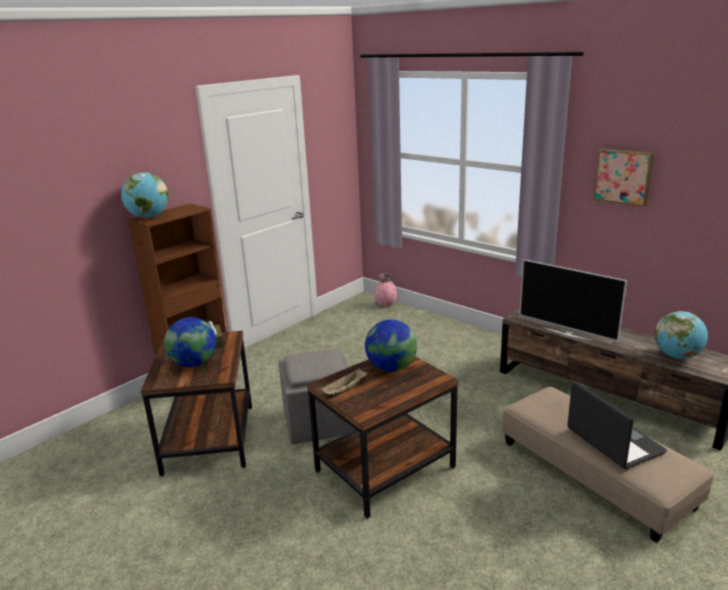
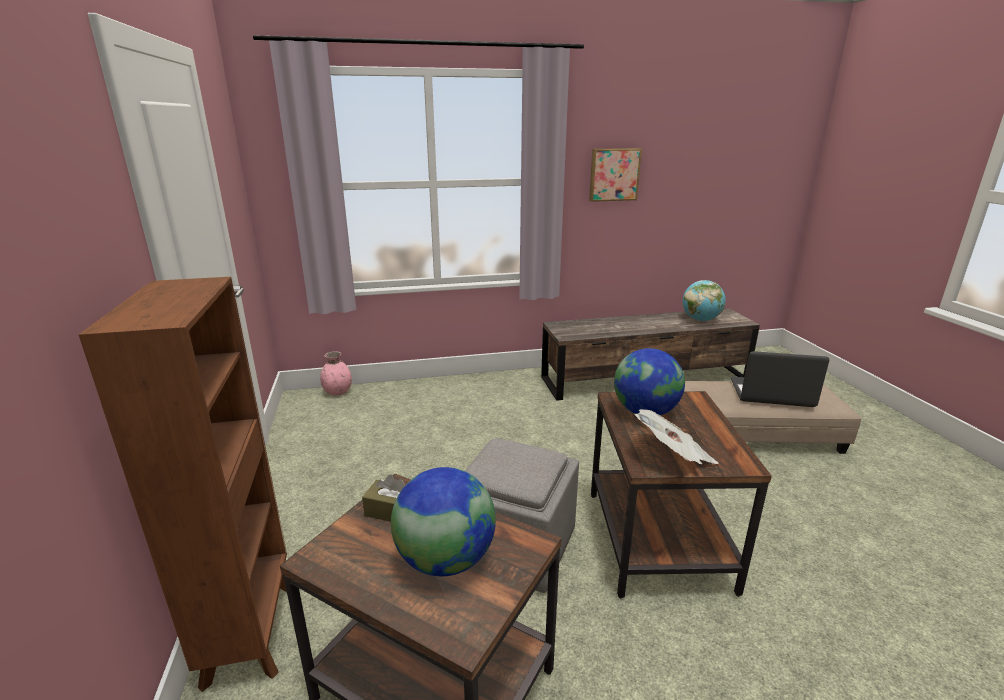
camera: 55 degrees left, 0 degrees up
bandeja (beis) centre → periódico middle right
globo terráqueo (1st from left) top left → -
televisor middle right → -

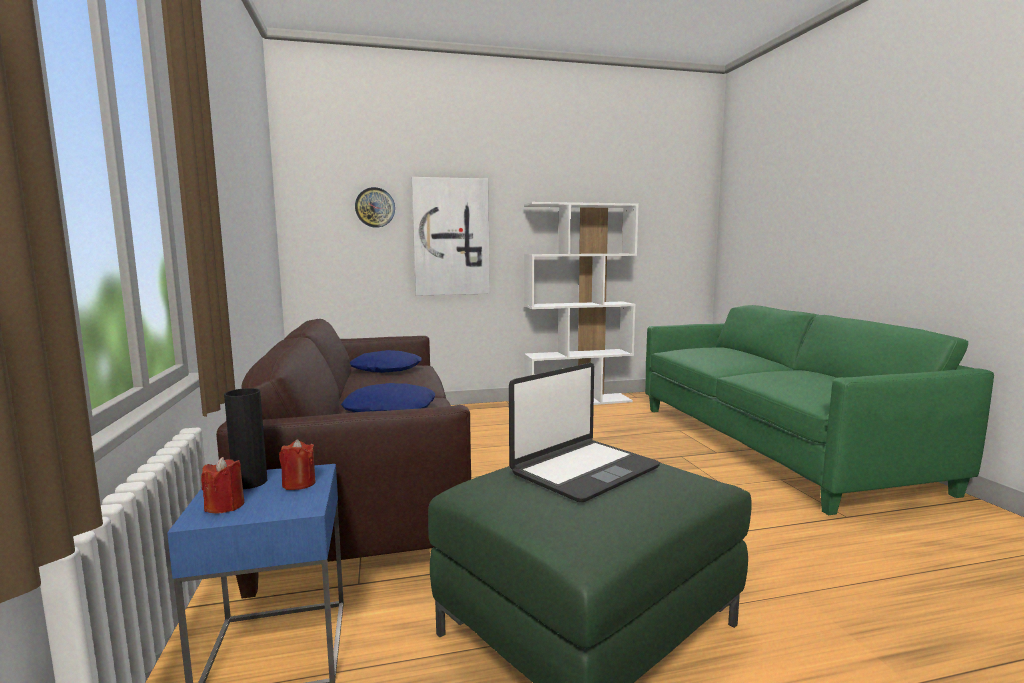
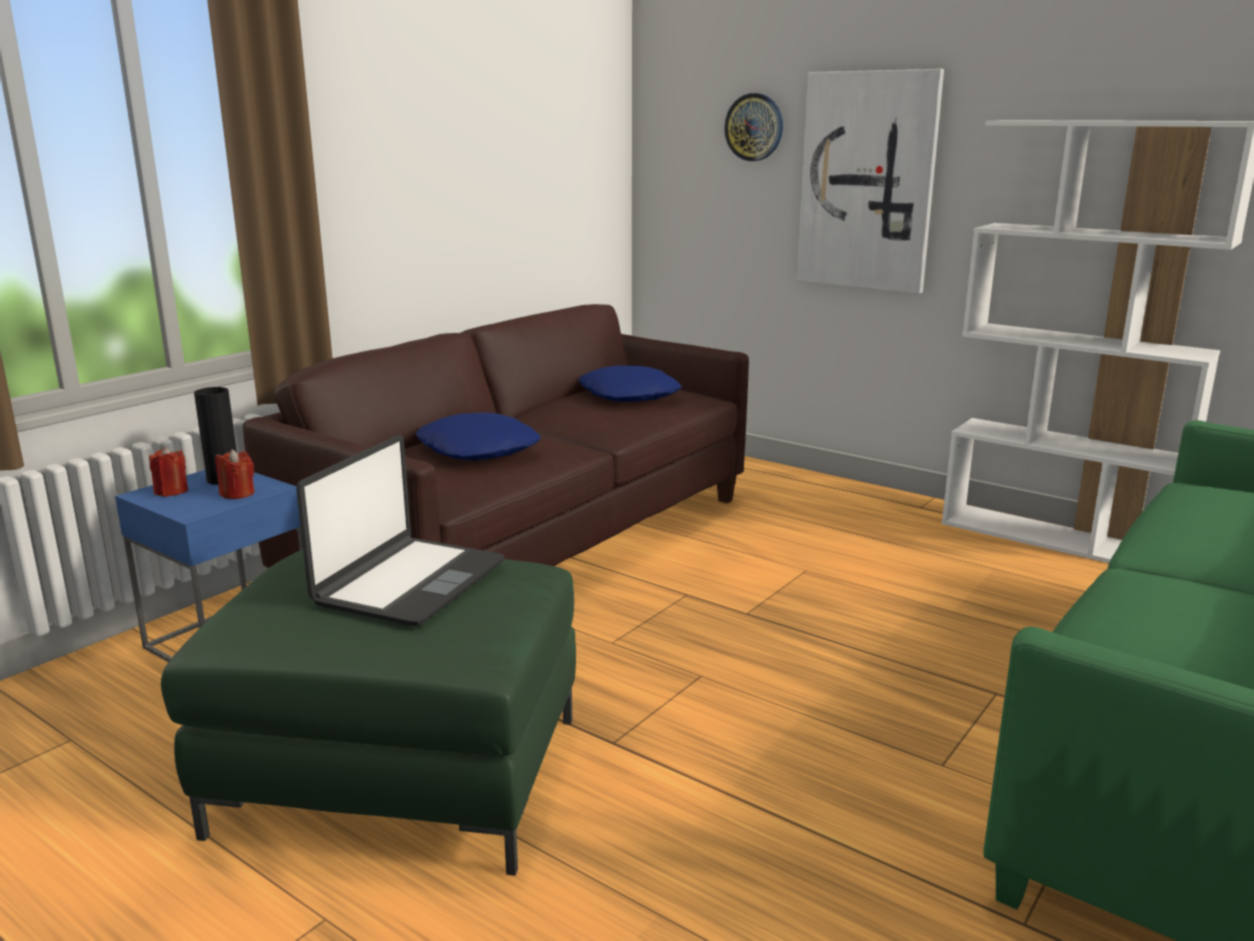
camera: 50 degrees right, 10 degrees up
portátil centre → portátil middle left, 75 degrees counterclockwise

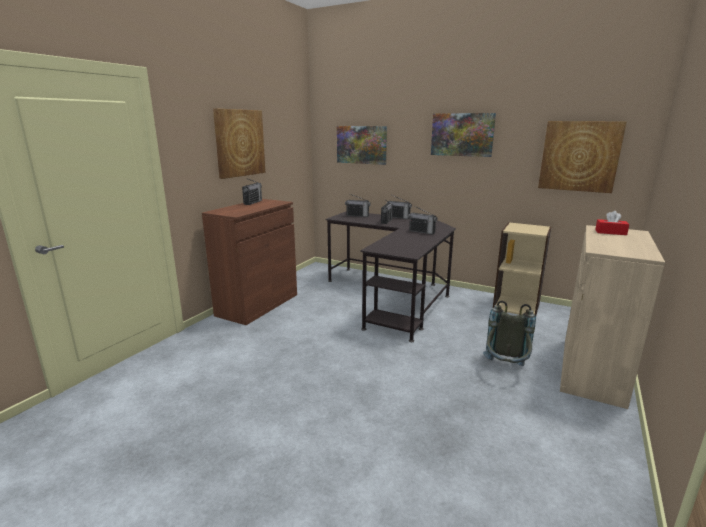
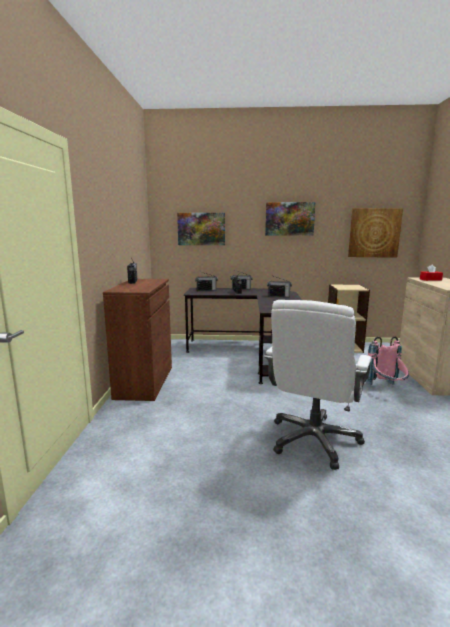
camera: 25 degrees left, 5 degrees down
- → silla de oficina (blanco) middle right
mochila (gris) middle right → mochila (rosa) middle right
cuadro (1st from left) top centre → -

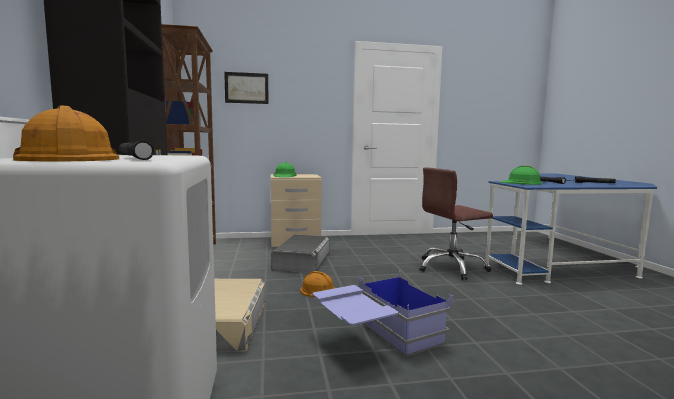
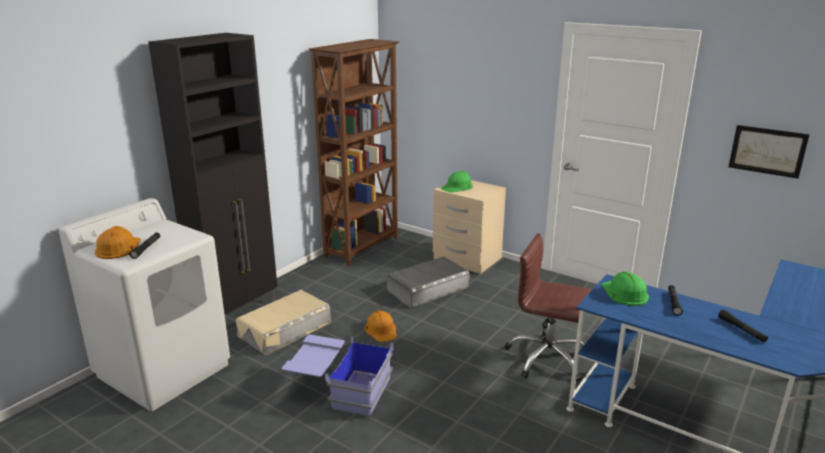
camera: 45 degrees right, 15 degrees up
cuadro top centre → cuadro middle right, move

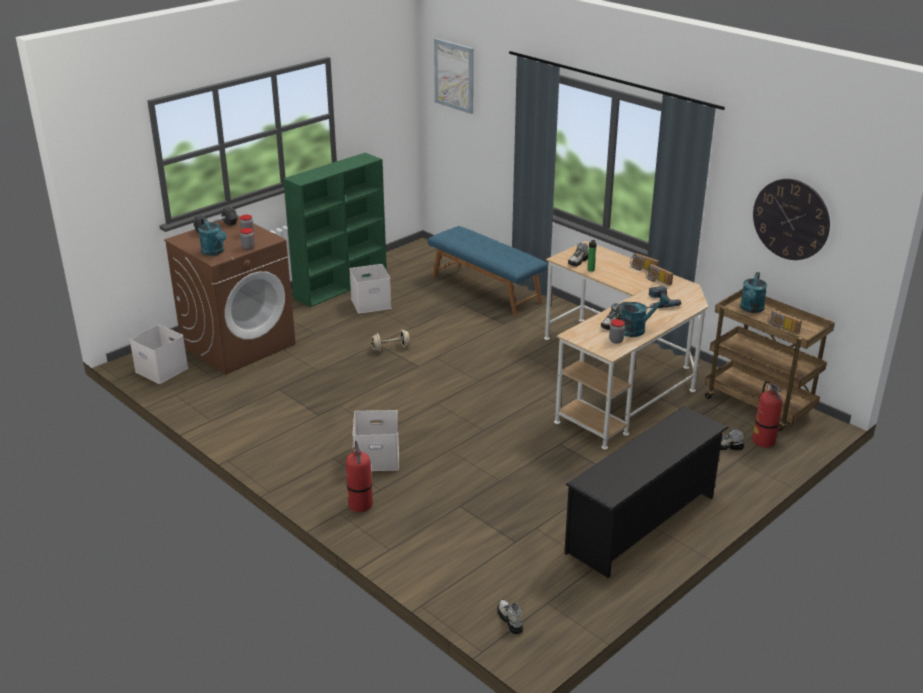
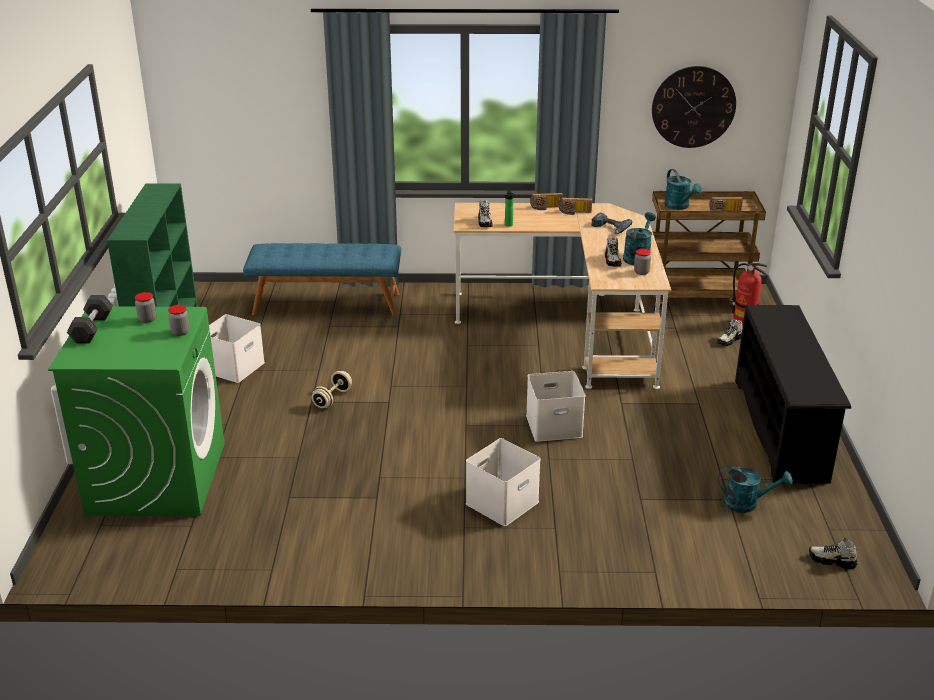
camera: 45 degrees left, 0 degrees up
lavadora (marrón) middle left → lavadora (verde) middle left
caja de almacenaje (blanco) (1st from left in the first image) middle left → caja de almacenaje (blanco) (3rd from left) centre, move
regadera (turquesa) (1st from left in the first image) middle left → regadera (turquesa) (3rd from left) bottom right, move
extintor (1st from left) bottom centre → -
cuadro top centre → -

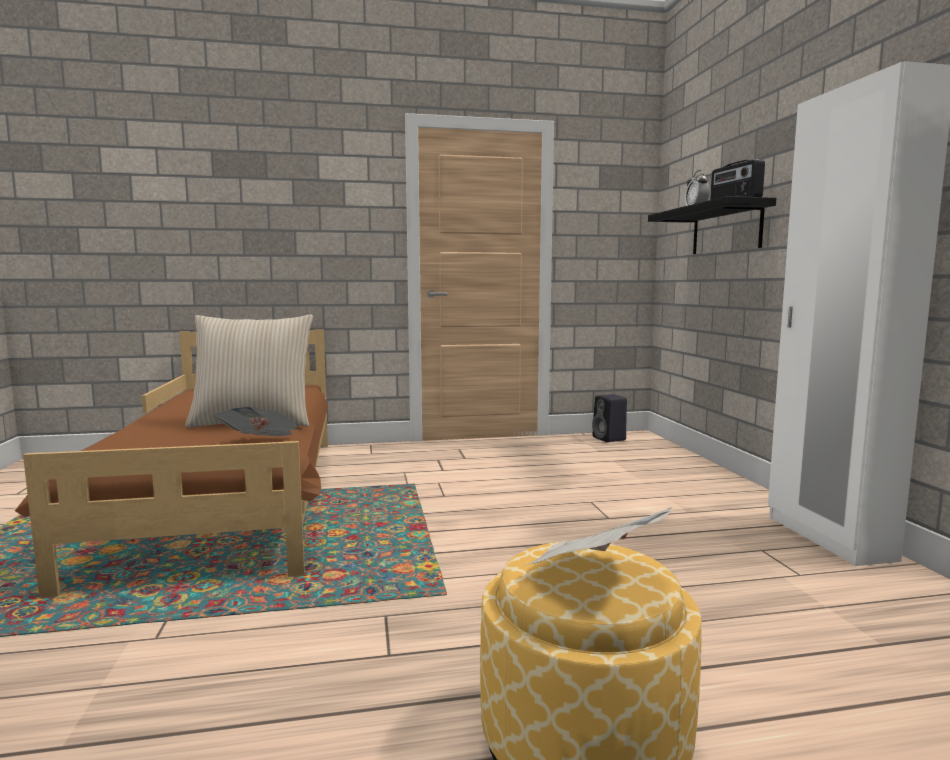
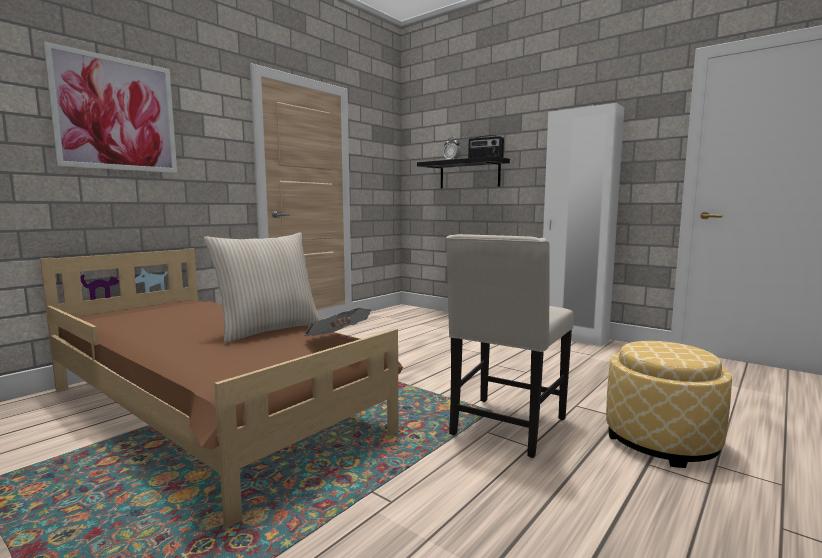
camera: 40 degrees left, 0 degrees up
- → cuadro top left
- → silla (beis) centre
periódico (2nd from left) bottom centre → -
altavoz (negro) centre → -

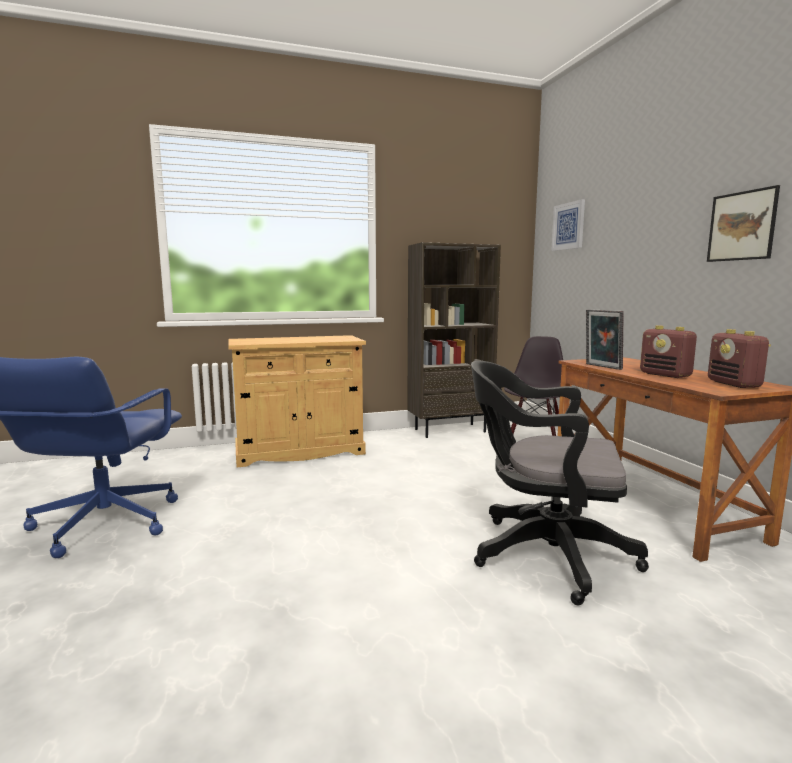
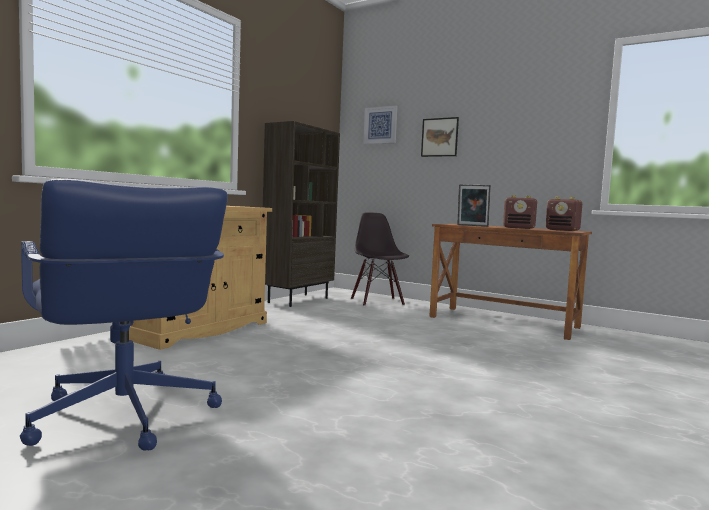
camera: 40 degrees left, 5 degrees down
cuadro (2nd from left) top right → cuadro (2nd from left) top centre, move
silla de oficina (negro) middle right → -

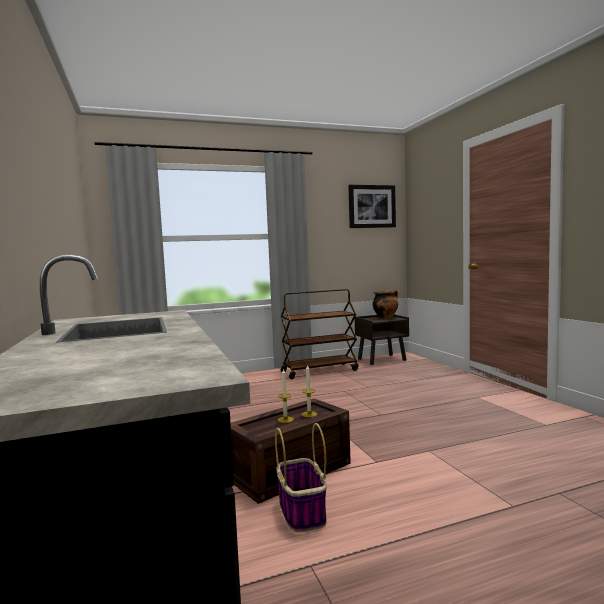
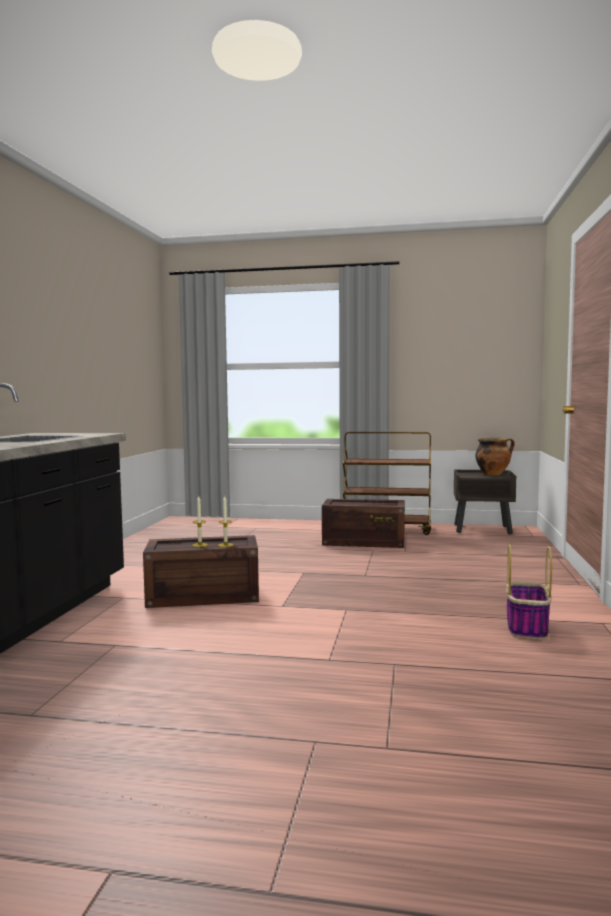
camera: 30 degrees right, 0 degrees up
- → caja de embalaje (2nd from left) centre
cesta bottom centre → cesta middle right, move
cuadro centre → -

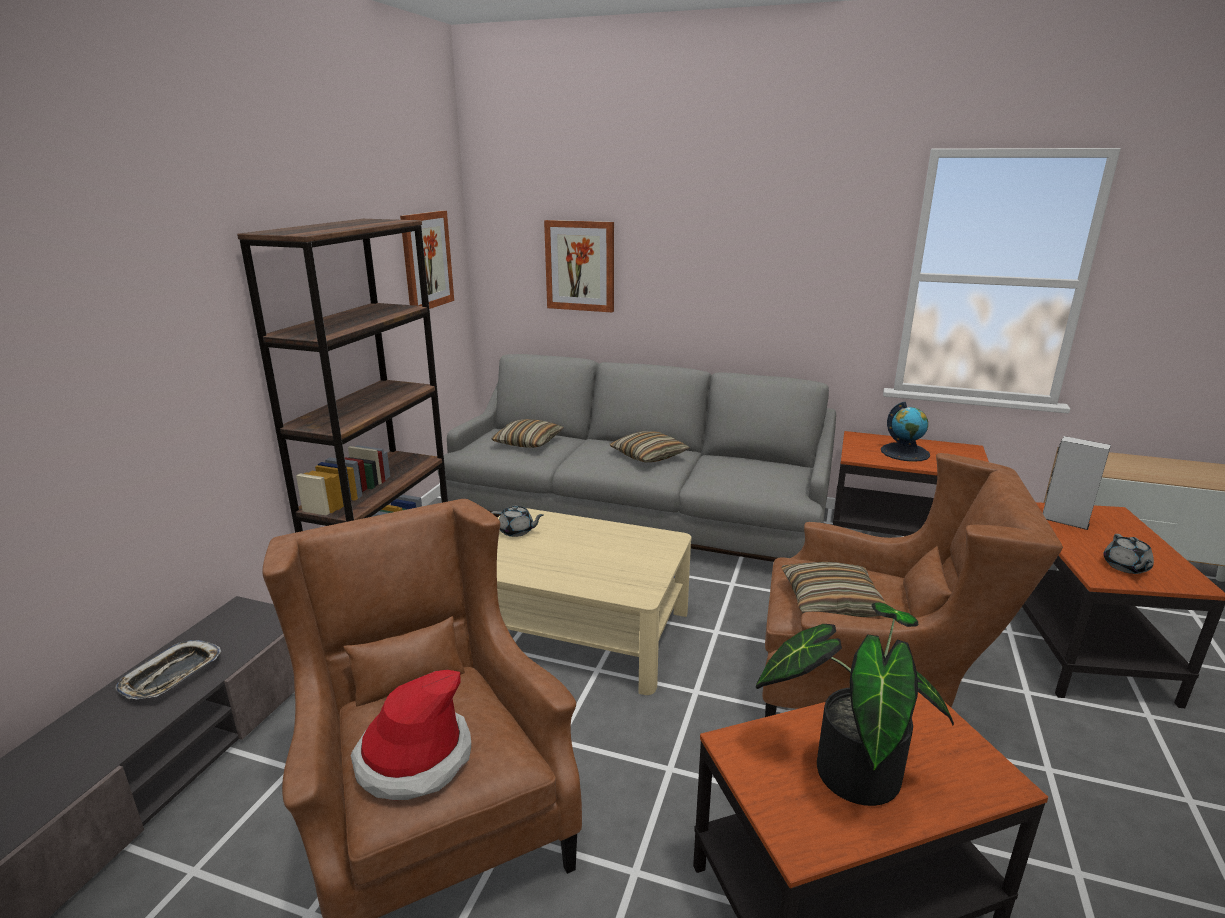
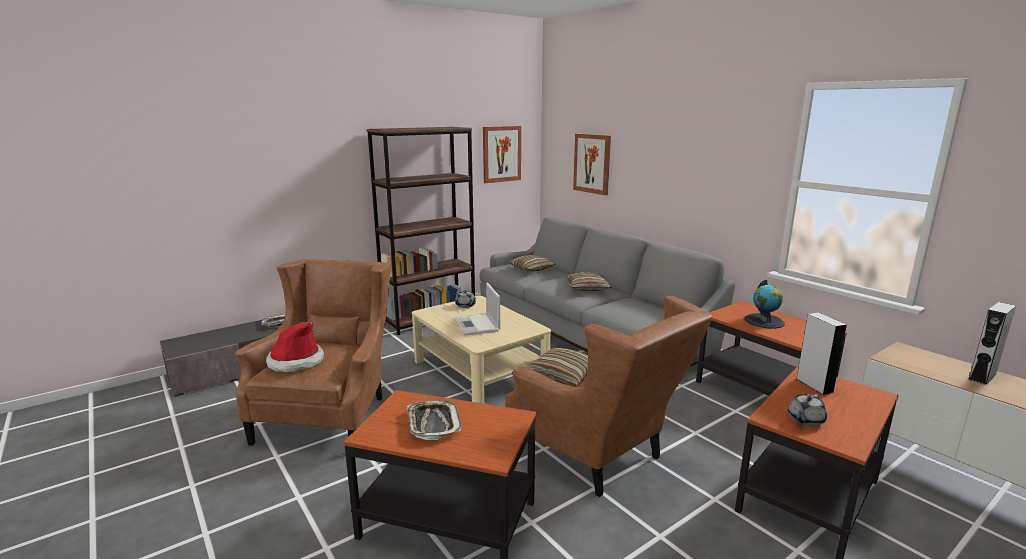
camera: 35 degrees right, 5 degrees down
planta en maceta bottom right → bandeja (2nd from left) bottom centre
- → portátil centre
- → altavoz (gris) (2nd from left) middle right

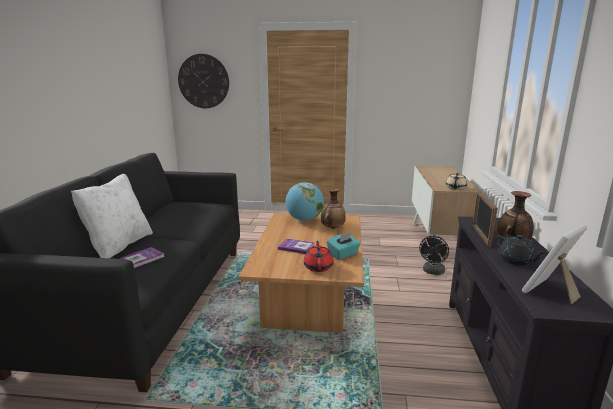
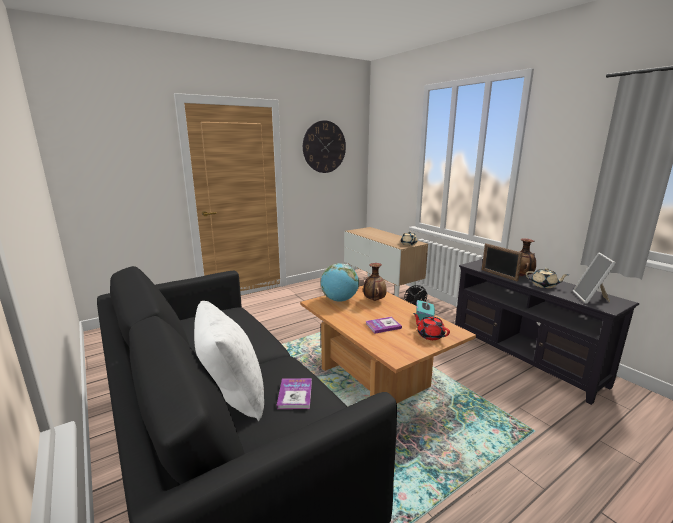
camera: 40 degrees left, 0 degrees up
reloj de pared top left → reloj de pared top centre, move
tetera (negro) middle right → tetera (beis) (2nd from left) middle right

